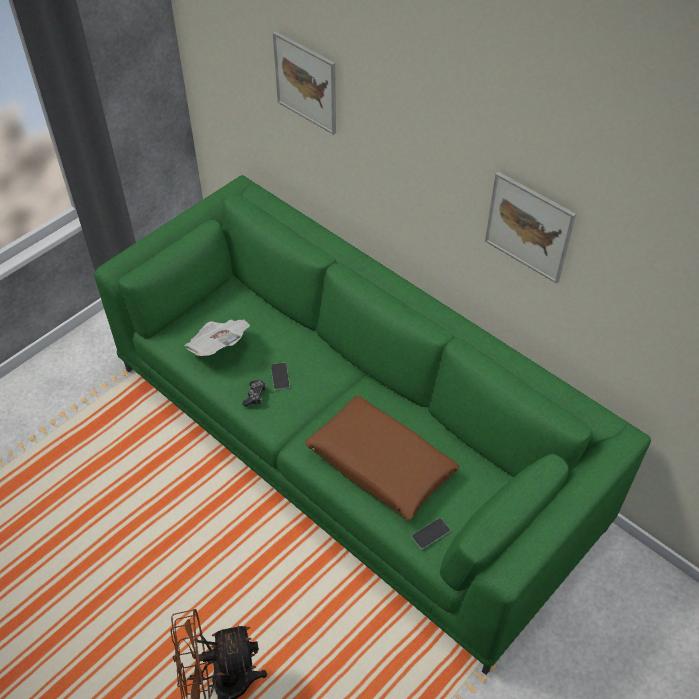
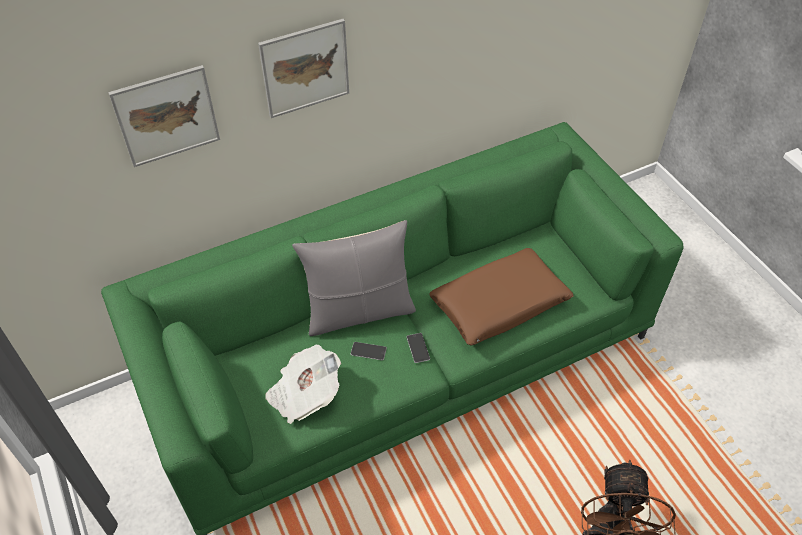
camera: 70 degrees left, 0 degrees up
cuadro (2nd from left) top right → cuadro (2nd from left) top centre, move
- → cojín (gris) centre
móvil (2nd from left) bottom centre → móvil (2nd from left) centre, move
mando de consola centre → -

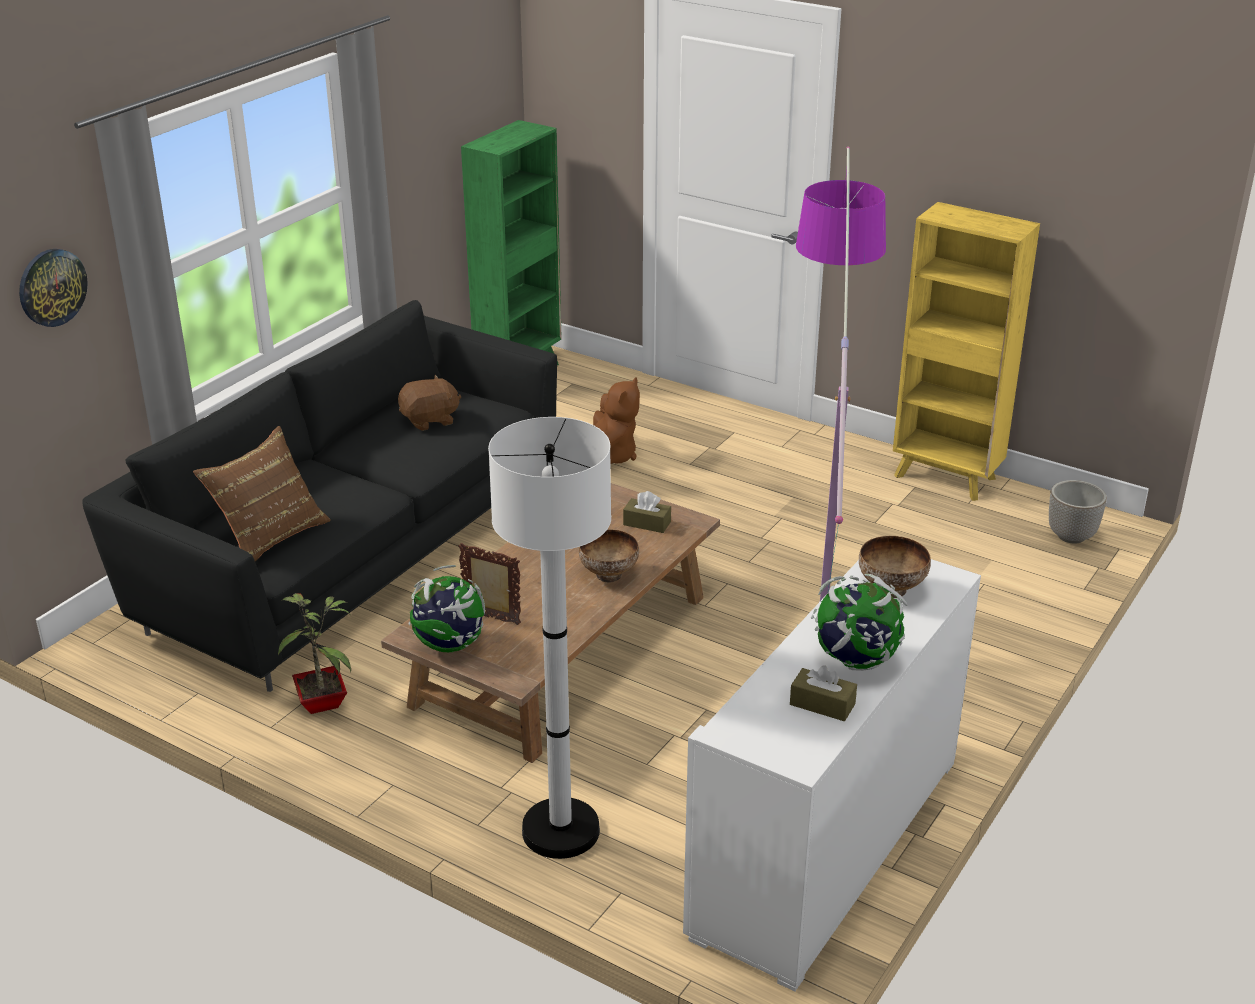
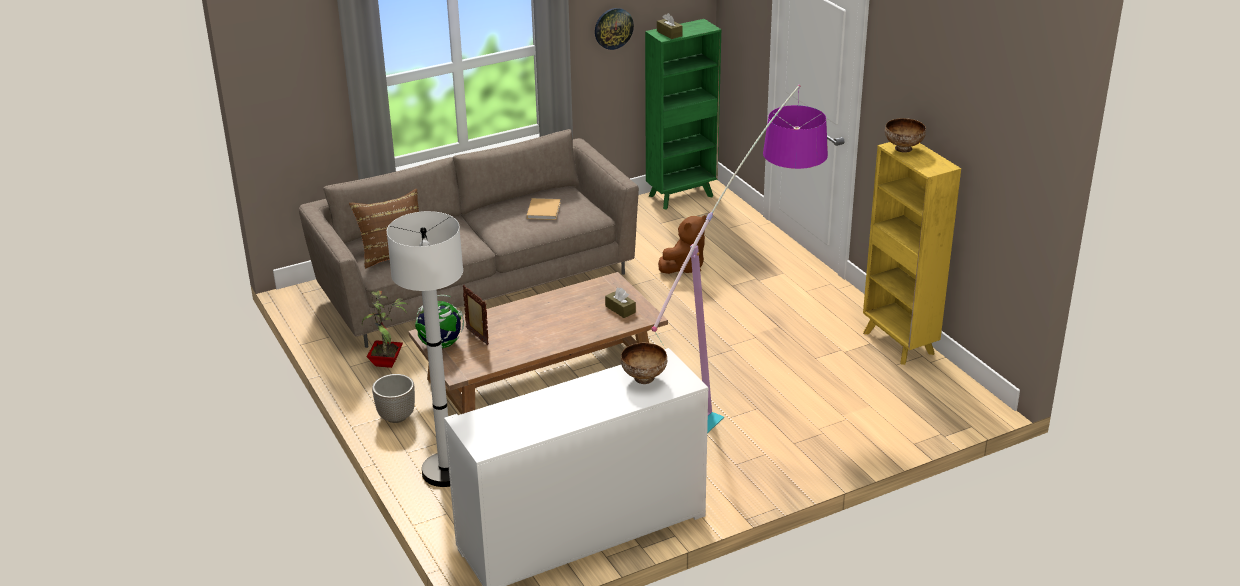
camera: 30 degrees right, 0 degrees up
sofá (negro) middle left → sofá (beis) centre
maceta middle right → maceta bottom left, move
peluche (marrón) (1st from left) centre → libro (beis) centre
reloj de pared top left → reloj de pared top centre, move
caja de pañuelos (marrón) (2nd from left) bottom centre → caja de pañuelos (marrón) (2nd from left) top centre, move
cuenco (1st from left in the first image) centre → cuenco (2nd from left) top right, move
globo terráqueo (2nd from left) middle right → -

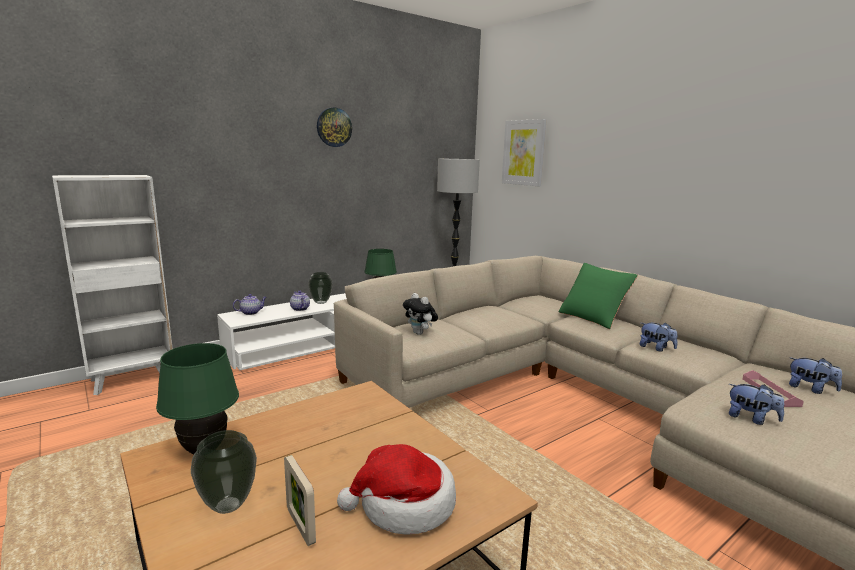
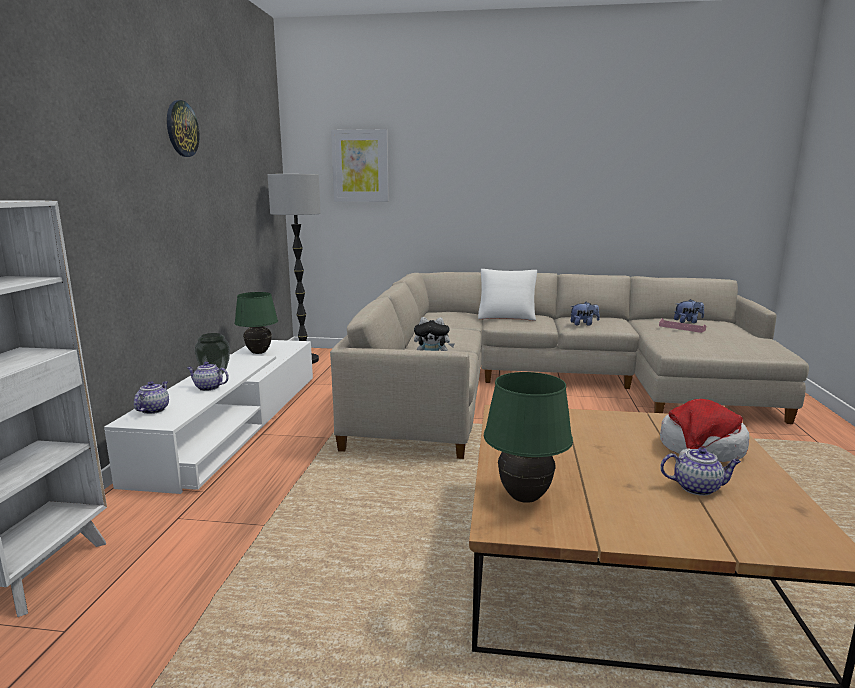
camera: 45 degrees left, 0 degrees up
cojín (verde) middle right → cojín (blanco) centre
portarretratos bottom centre → tetera (3rd from left) bottom right
florero (1st from left) bottom left → -
peluche (3rd from left) bottom right → -

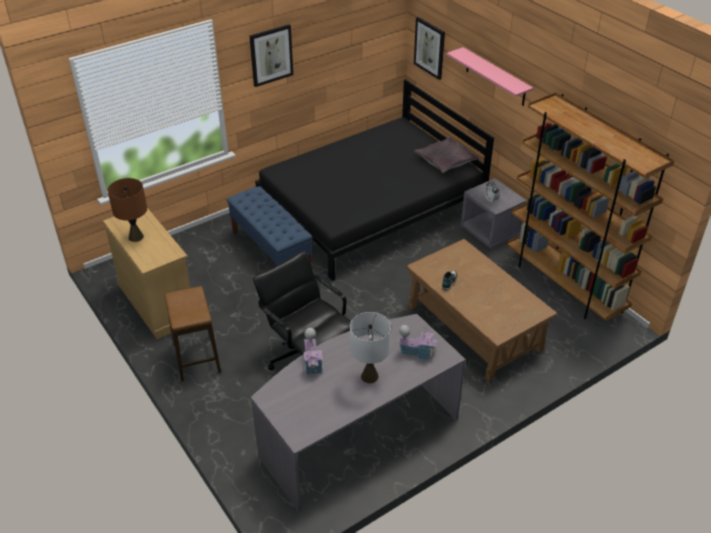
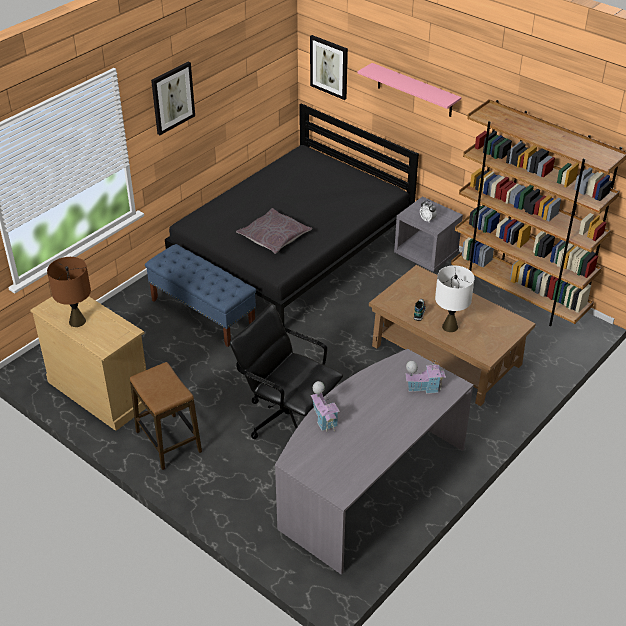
camera: 15 degrees left, 0 degrees up
cojín (gris) top centre → cojín (gris) centre, move
lámpara de mesa (blanco) centre → lámpara de mesa (blanco) middle right, move

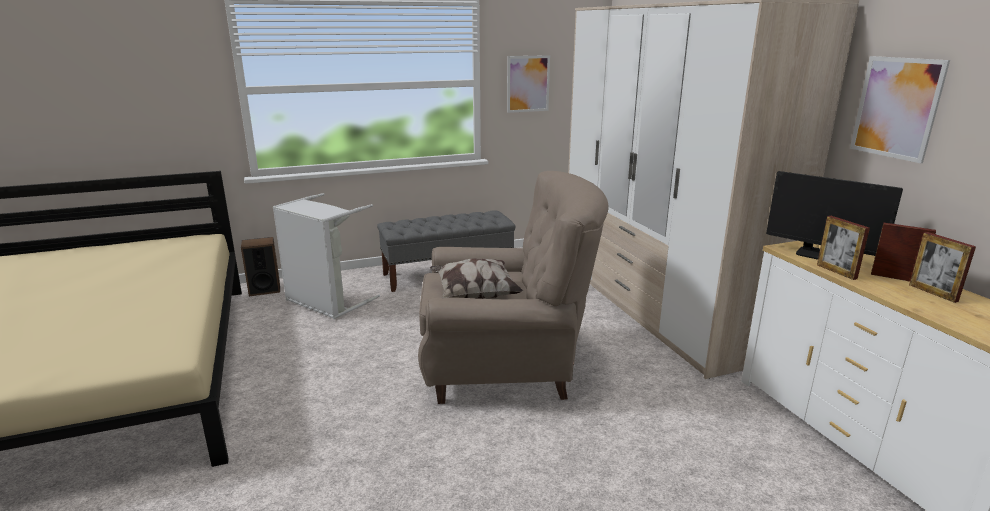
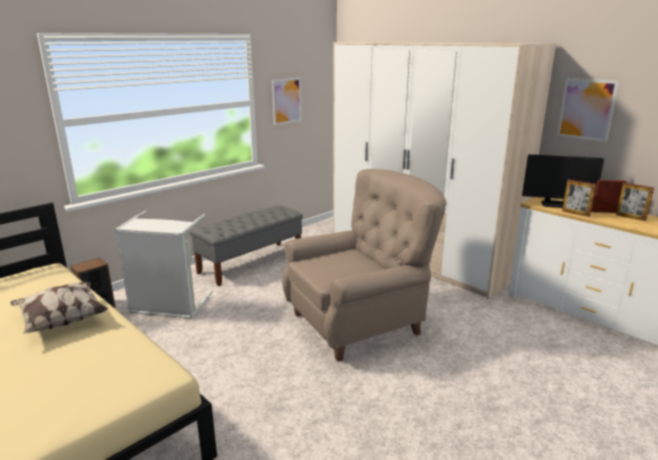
camera: 25 degrees left, 0 degrees up
cojín centre → cojín bottom left, move

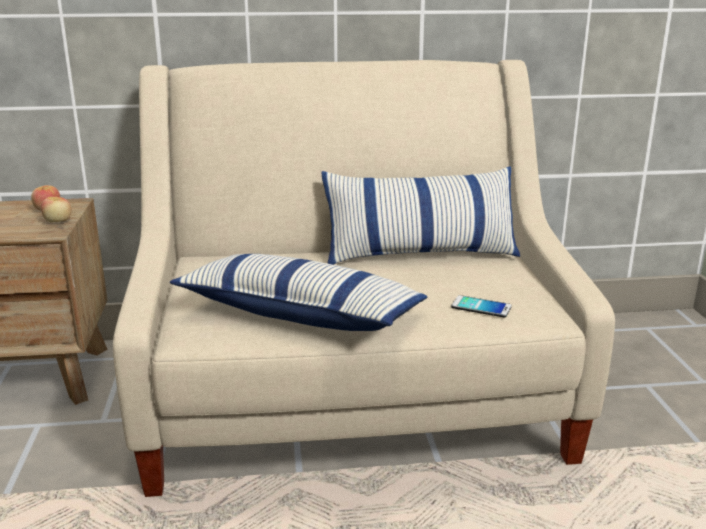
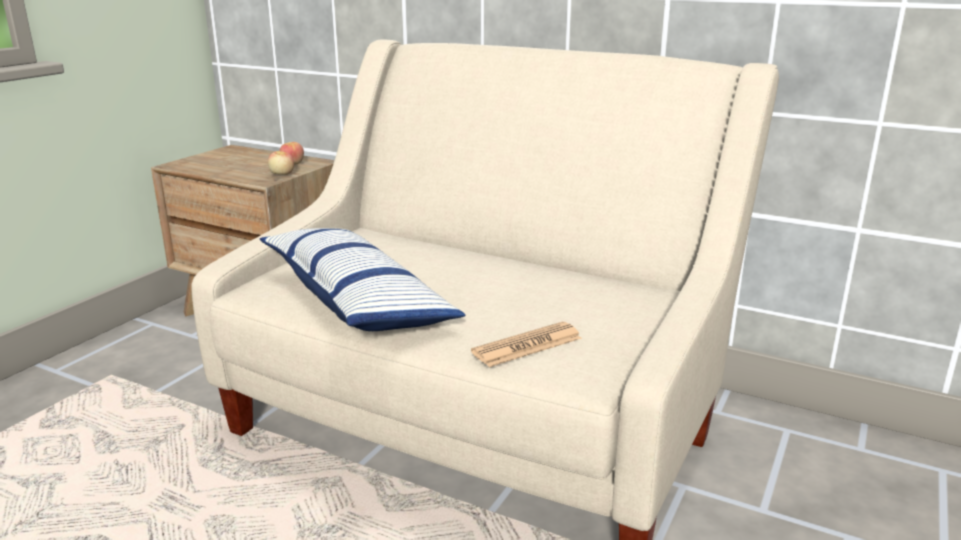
camera: 35 degrees right, 0 degrees up
móvil middle right → periódico centre
cojín (2nd from left) centre → -

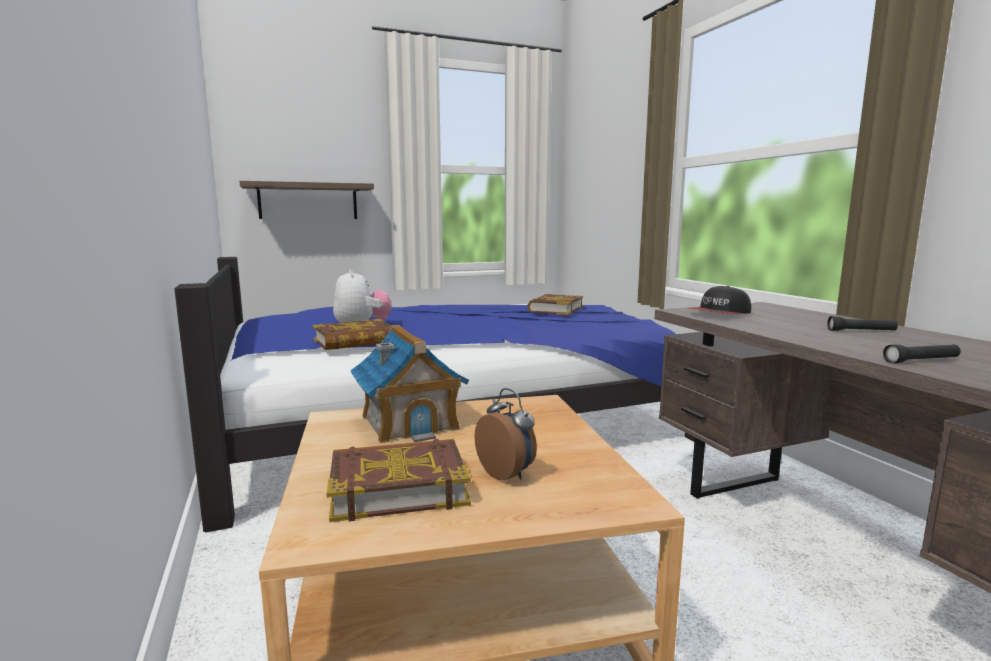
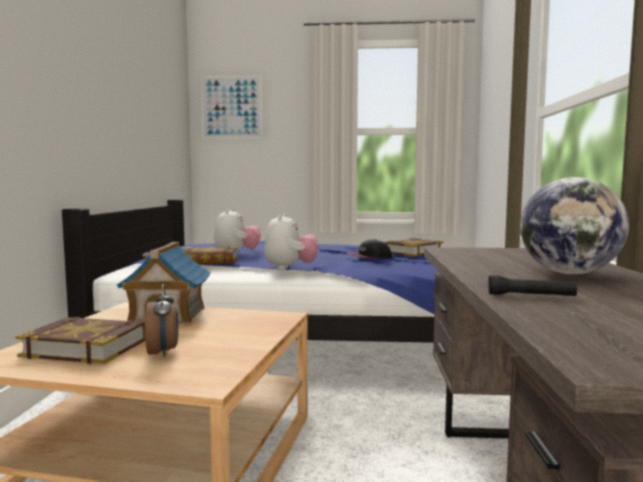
camera: 25 degrees right, 5 degrees down
- → cuadro top centre
- → peluche (2nd from left) centre
gorra middle right → gorra centre, move
linterna (negro) (1st from left) middle right → globo terráqueo middle right
estante top left → -

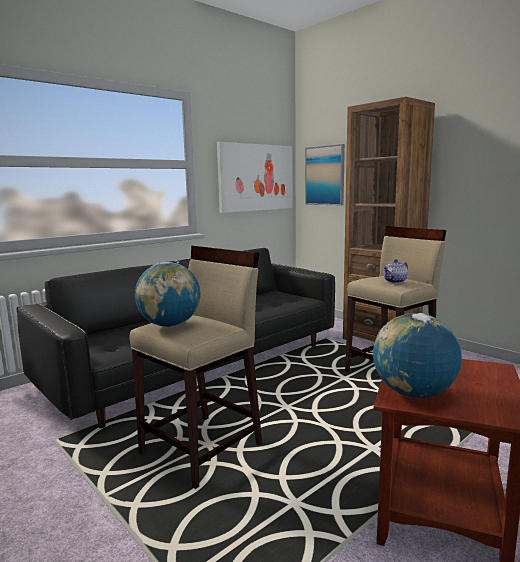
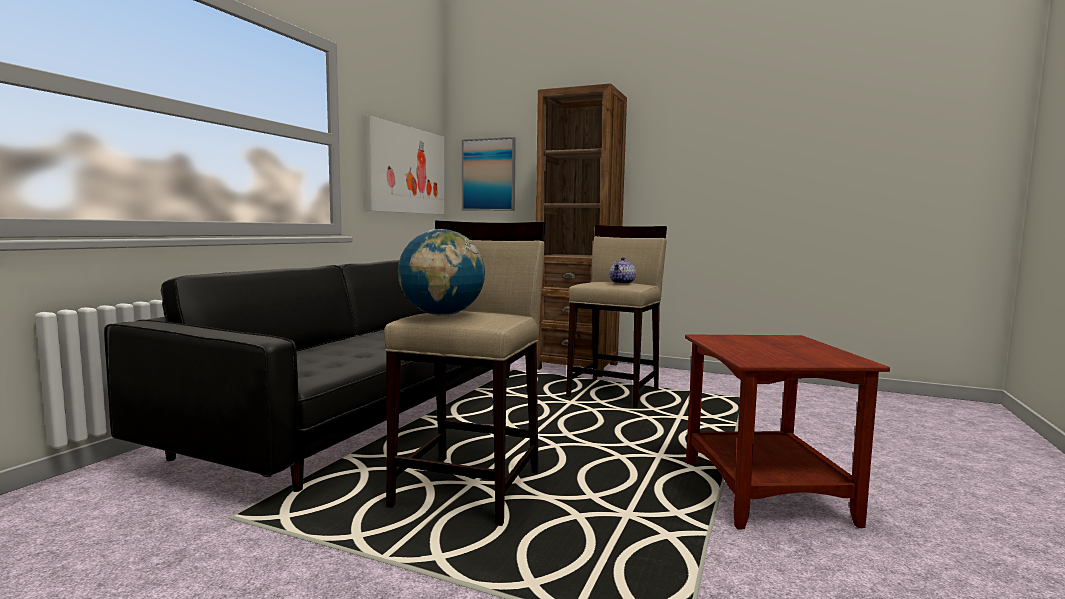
camera: 25 degrees left, 5 degrees down
globo terráqueo (2nd from left) middle right → -

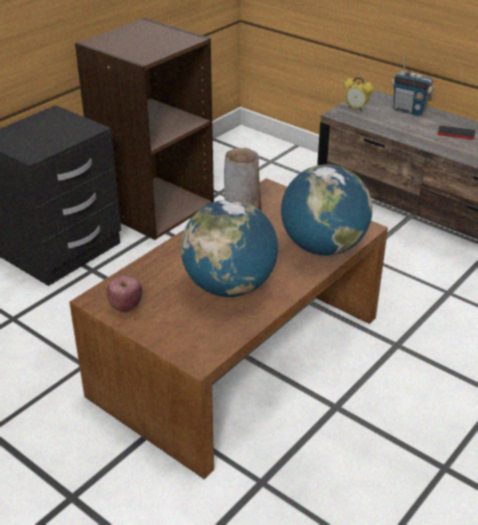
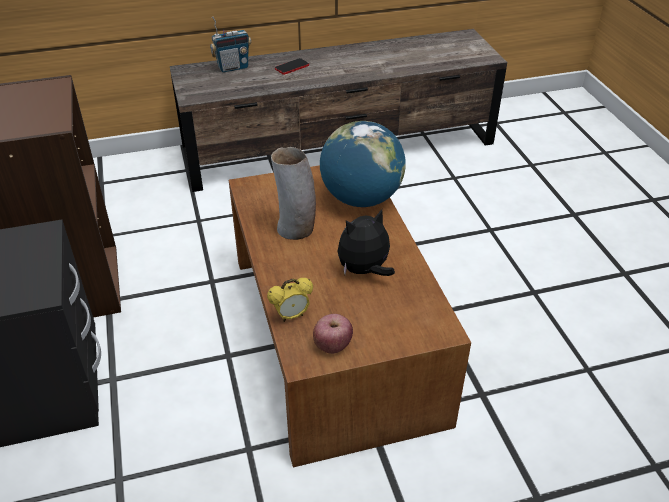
camera: 55 degrees left, 5 degrees up
despertador top right → despertador centre, move
globo terráqueo (1st from left) centre → peluche centre

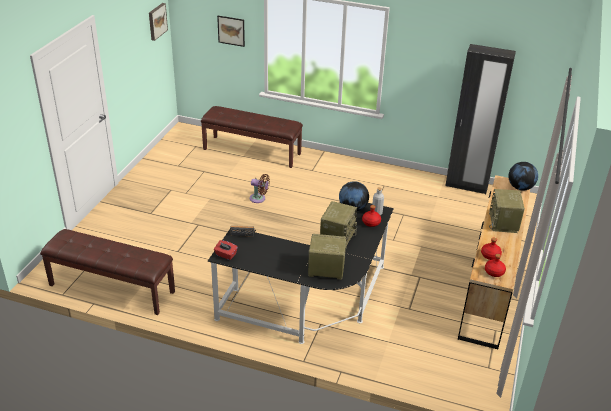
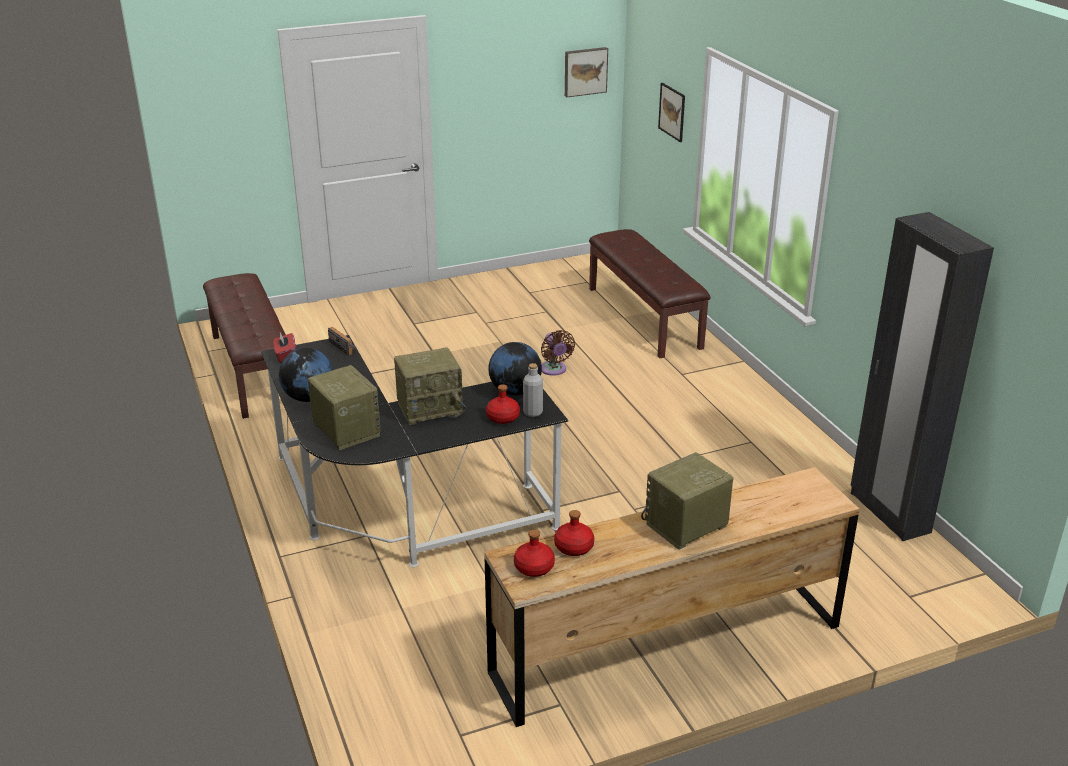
camera: 50 degrees right, 5 degrees down
globo terráqueo (2nd from left in the first image) middle right → globo terráqueo (1st from left) middle left, move

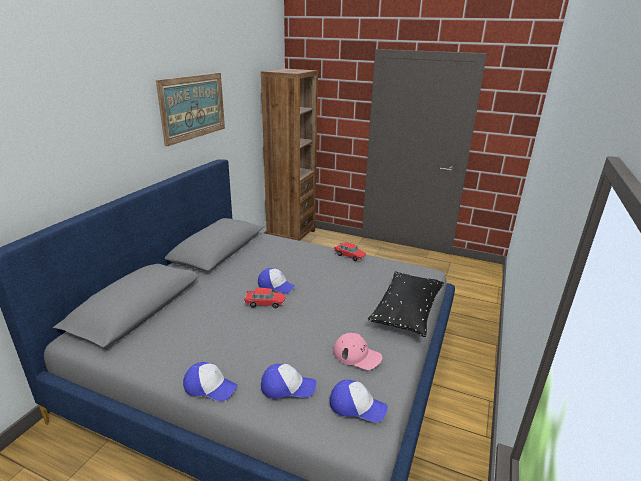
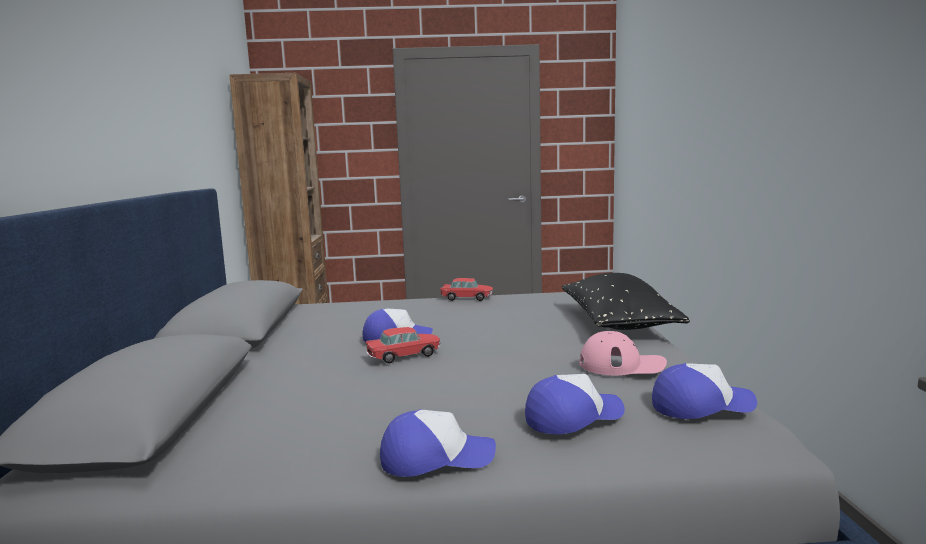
camera: 25 degrees left, 15 degrees down
cuadro top left → -

